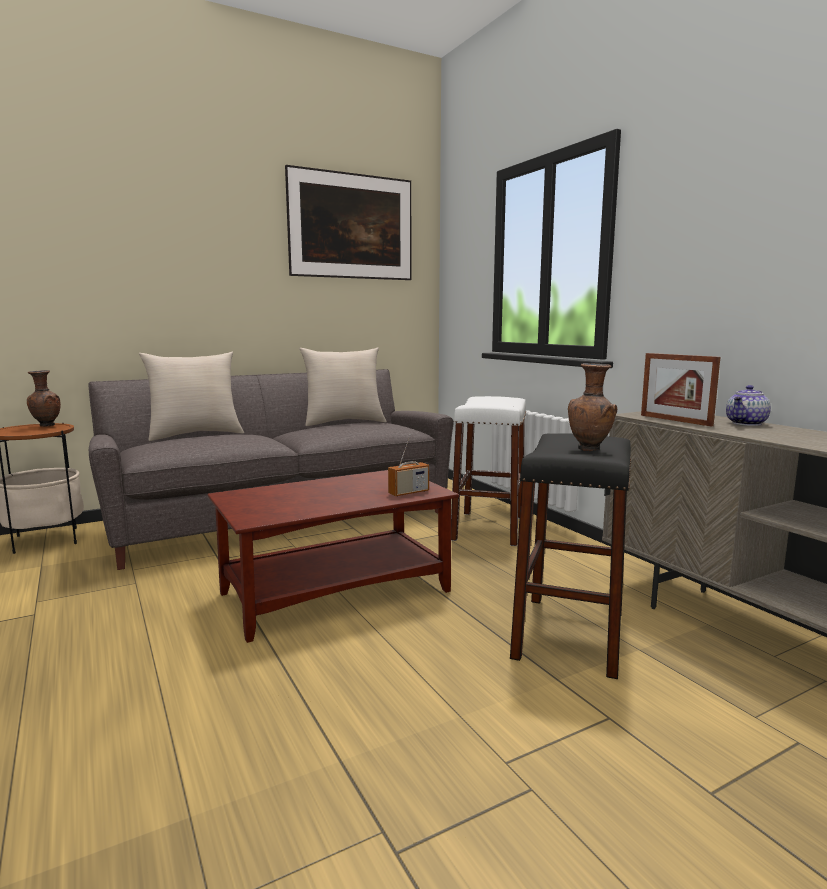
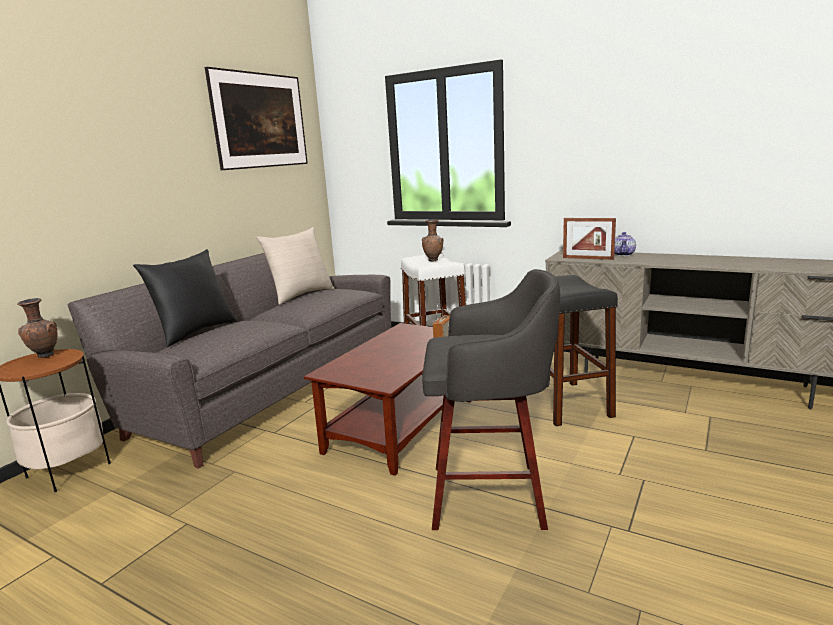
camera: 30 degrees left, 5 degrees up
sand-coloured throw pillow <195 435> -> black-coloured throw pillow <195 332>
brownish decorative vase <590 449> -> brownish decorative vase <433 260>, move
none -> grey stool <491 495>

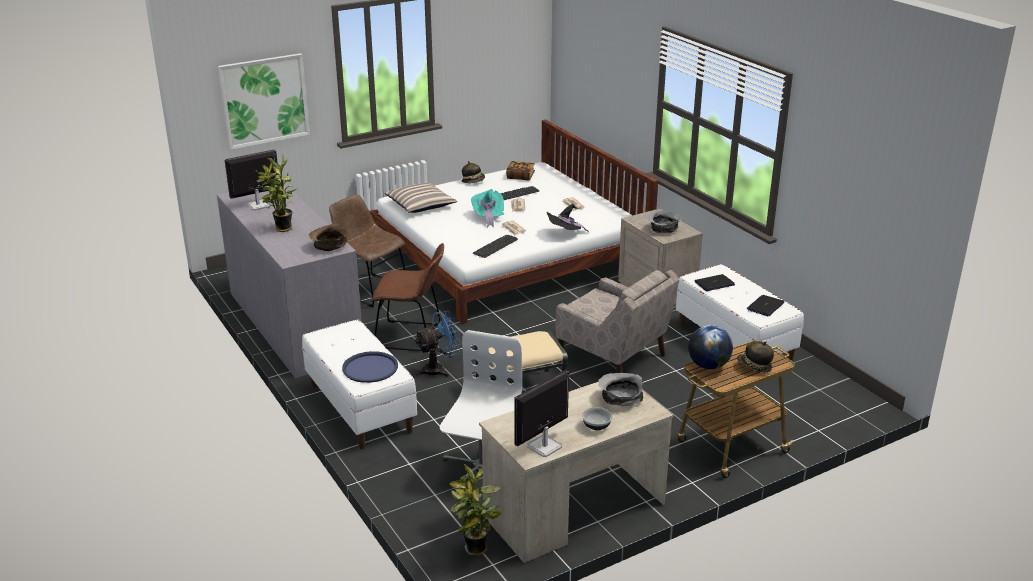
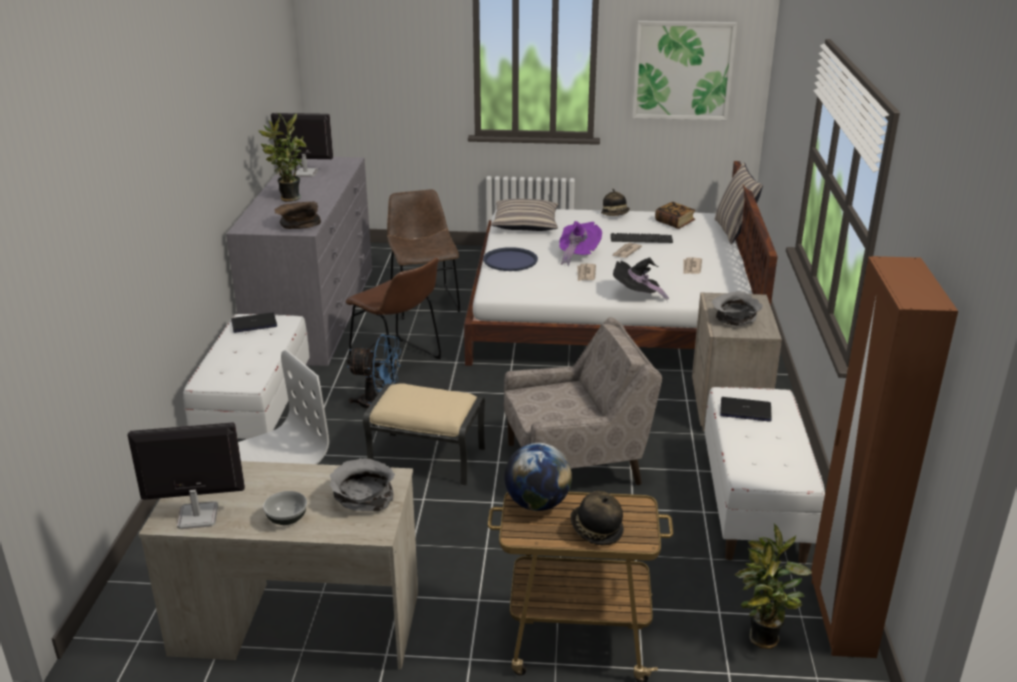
camera: 35 degrees right, 0 degrees up
notebook computer <765 306> -> notebook computer <254 323>, move
bluish carrying tray <370 368> -> bluish carrying tray <510 260>, move
sand-coloured easy chair <612 358> -> sand-coloured easy chair <575 463>, 90 degrees counterclockwise
turquoise-coloured clothing hat <488 217> -> purple clothing hat <577 255>
wall art <264 100> -> wall art <683 70>, move
none -> throw pillow <734 231>
potted plant <476 550> -> potted plant <762 641>, move
none -> brownish armoire <840 618>
keyboard <495 246> -> none

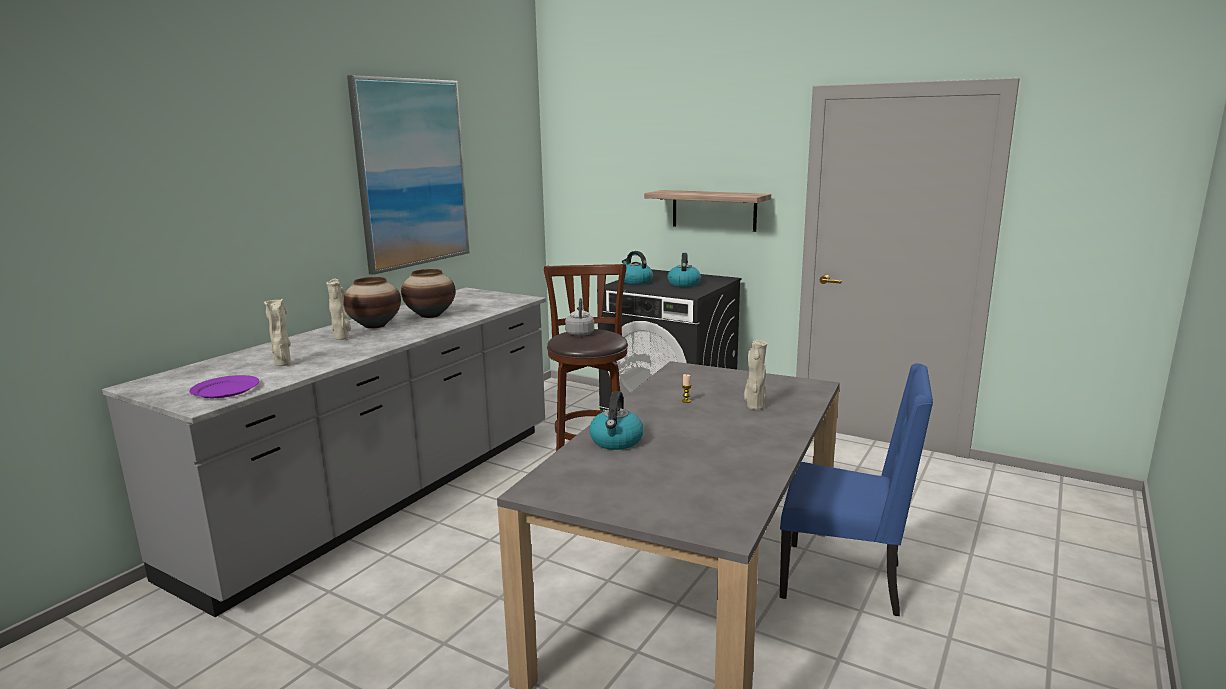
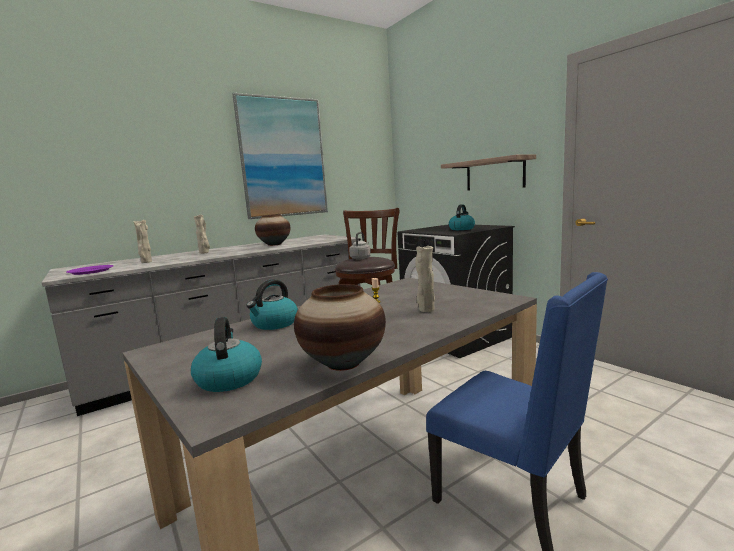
camera: 25 degrees right, 5 degrees down
tea kettle <635 282> -> tea kettle <228 378>, move
decorative vase <374 326> -> decorative vase <343 363>, move

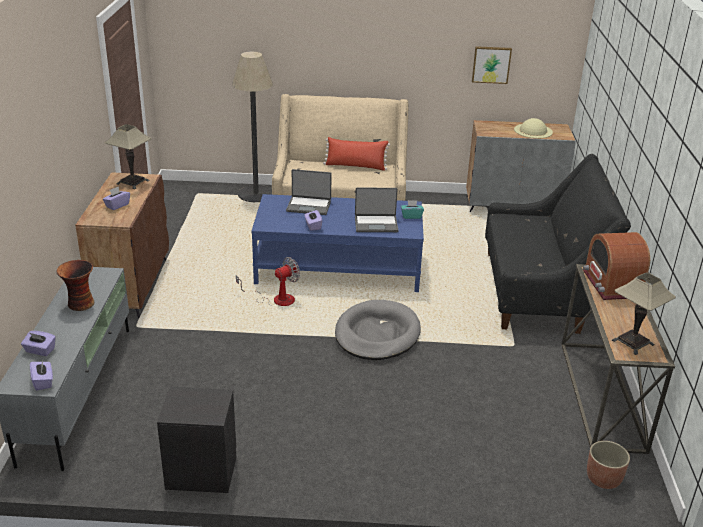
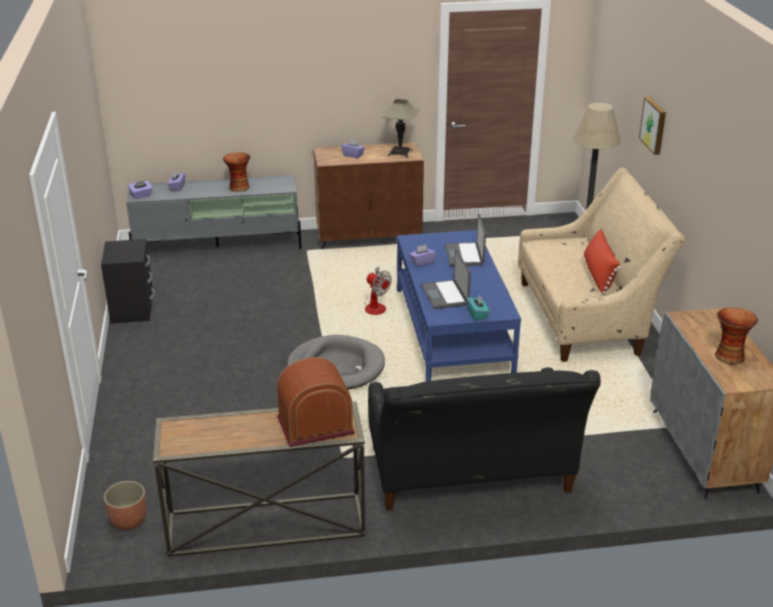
camera: 80 degrees right, 0 degrees up
wall art <491 64> -> wall art <654 125>, move
sand-coloured clothing hat <533 131> -> decorative vase <729 356>
tabletop lamp <632 342> -> none

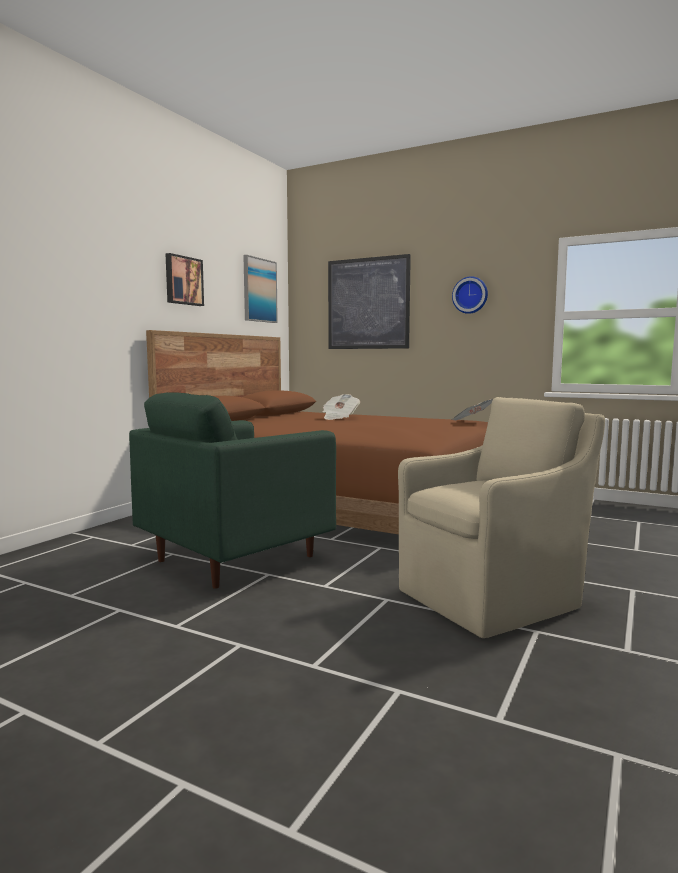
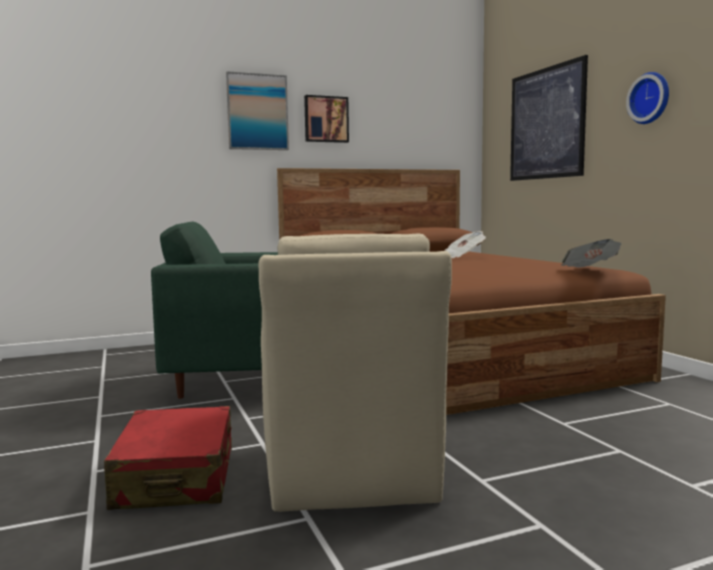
camera: 40 degrees right, 0 degrees up
none -> red-coloured piece of luggage <176 477>
wall art <259 290> -> wall art <257 112>, move
sand-coloured easy chair <492 598> -> sand-coloured easy chair <351 474>, 75 degrees clockwise

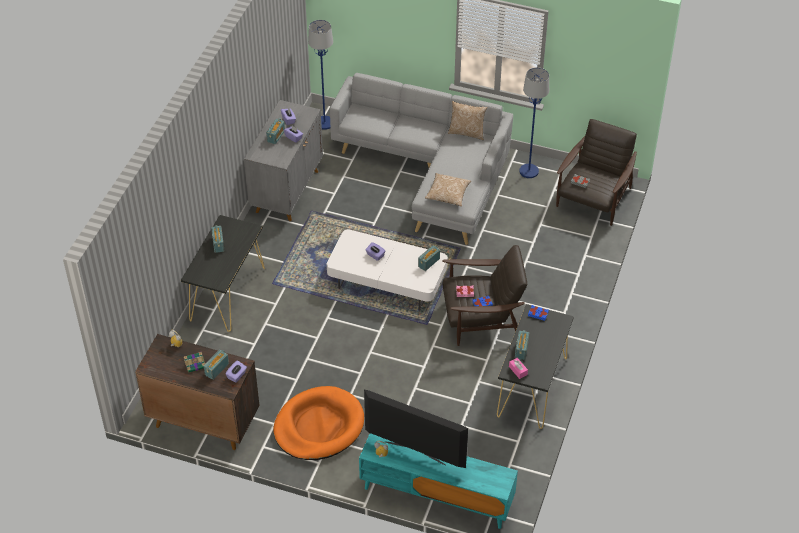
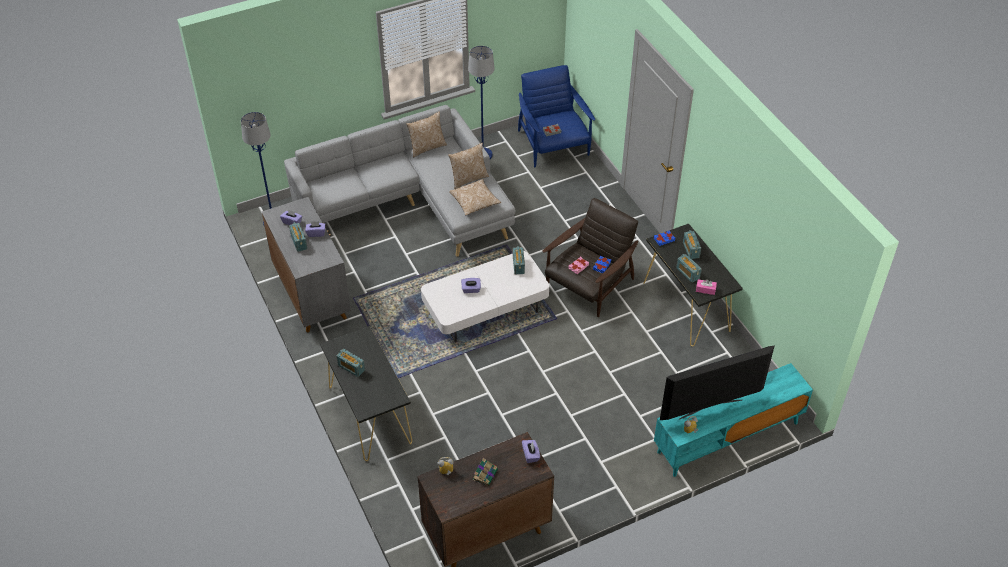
camera: 45 degrees left, 0 degrees up
none -> throw pillow <468 179>
brownish easy chair <593 199> -> bluish easy chair <553 145>
radio receiver <216 369> -> radio receiver <690 250>, move
orange-coloured dog cushion <319 426> -> none

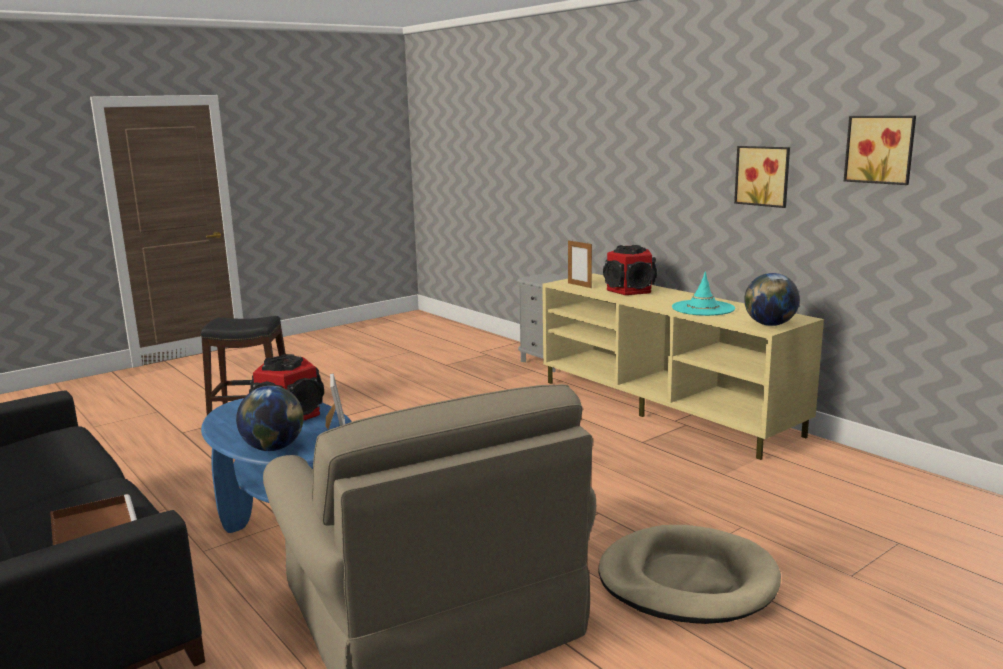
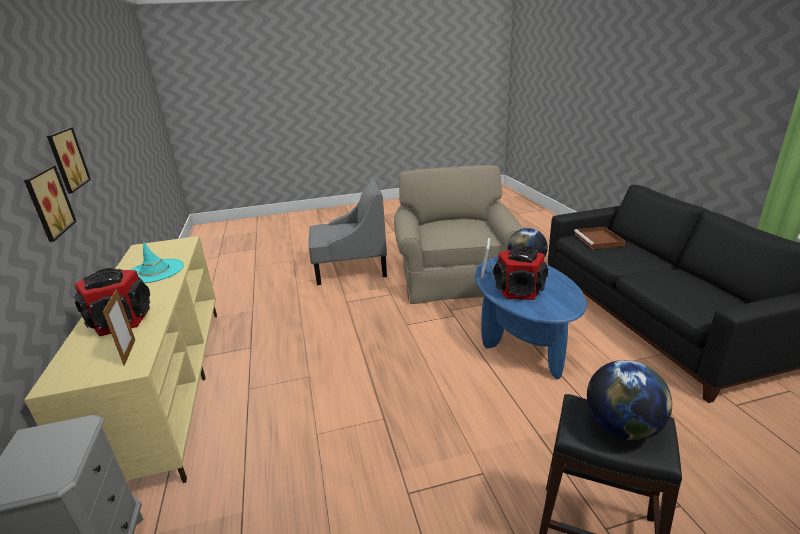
camera: 155 degrees left, 10 degrees up
wall art <880 149> -> wall art <47 203>, move
sand-coloured dog cushion <687 581> -> grey easy chair <350 268>
globe <770 325> -> globe <622 428>, move

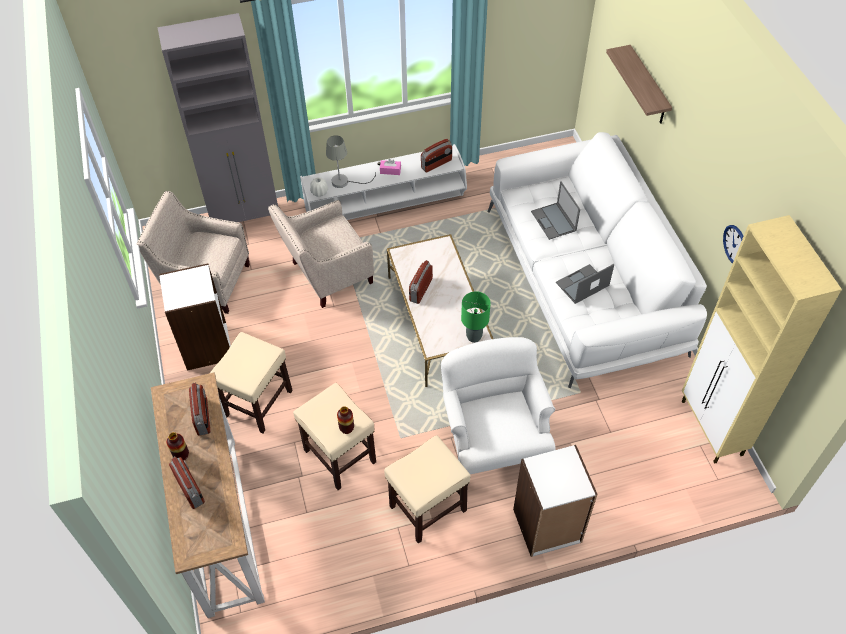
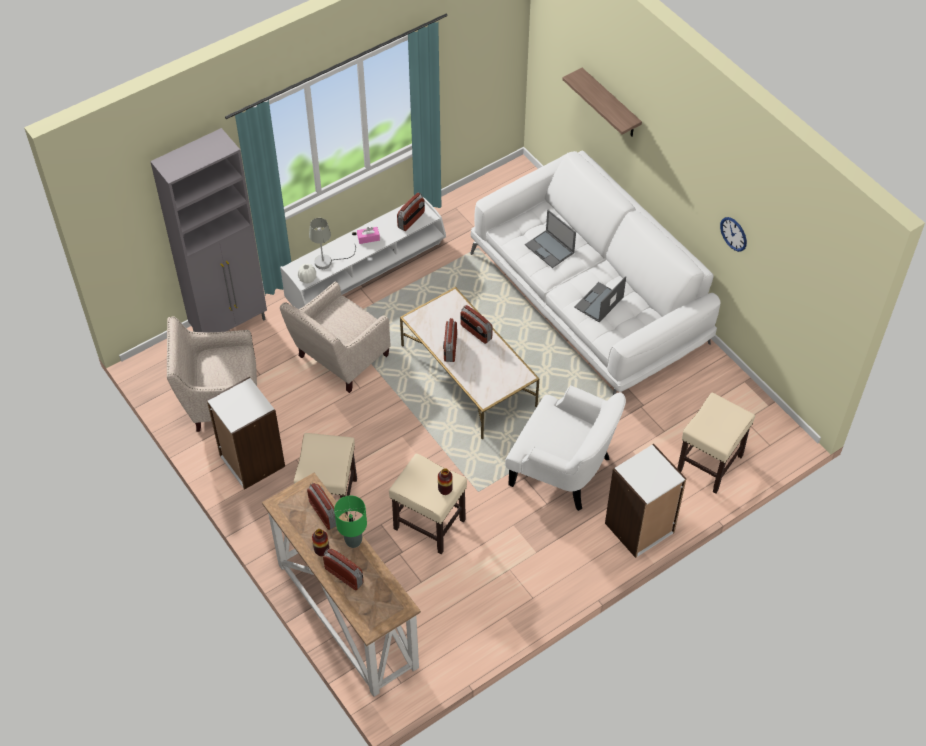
camera: 20 degrees left, 0 degrees up
green tabletop lamp <473 337> -> green tabletop lamp <353 541>, move
none -> radio receiver <476 332>
white-coloured easy chair <493 441> -> white-coloured easy chair <563 470>, 150 degrees clockwise
sand-coloured stool <427 509> -> sand-coloured stool <709 464>, move
sand-coloured cupboard <712 429> -> none

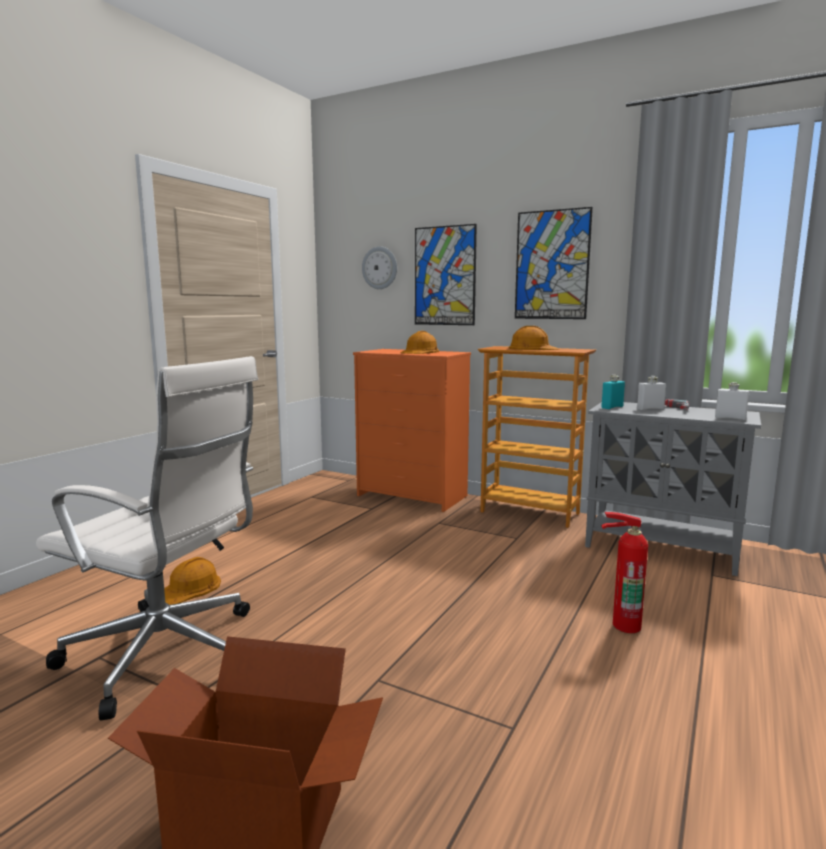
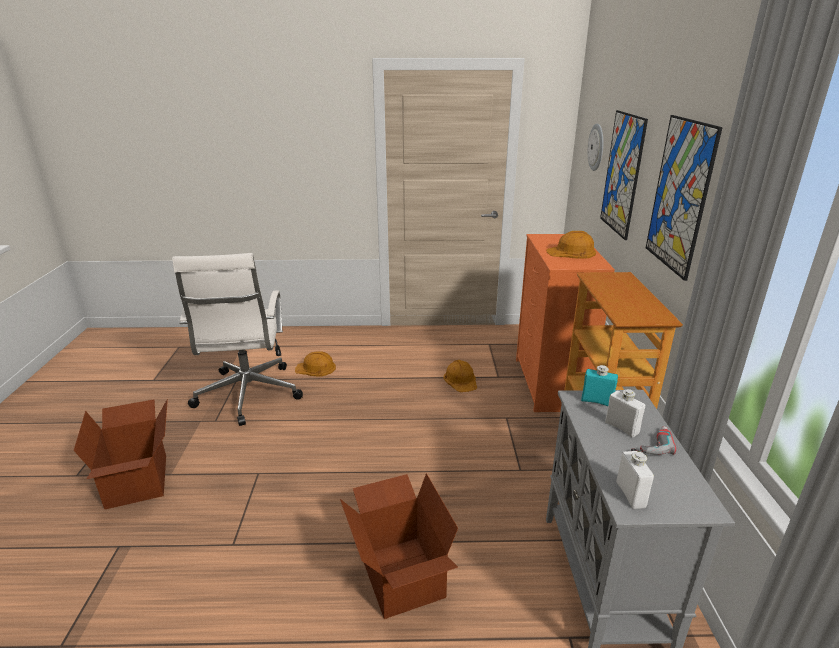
camera: 60 degrees right, 15 degrees up
fire-fighting cylinder <623 624> -> carton <400 576>
orange-coloured hard hat <533 348> -> orange-coloured hard hat <461 380>, move

